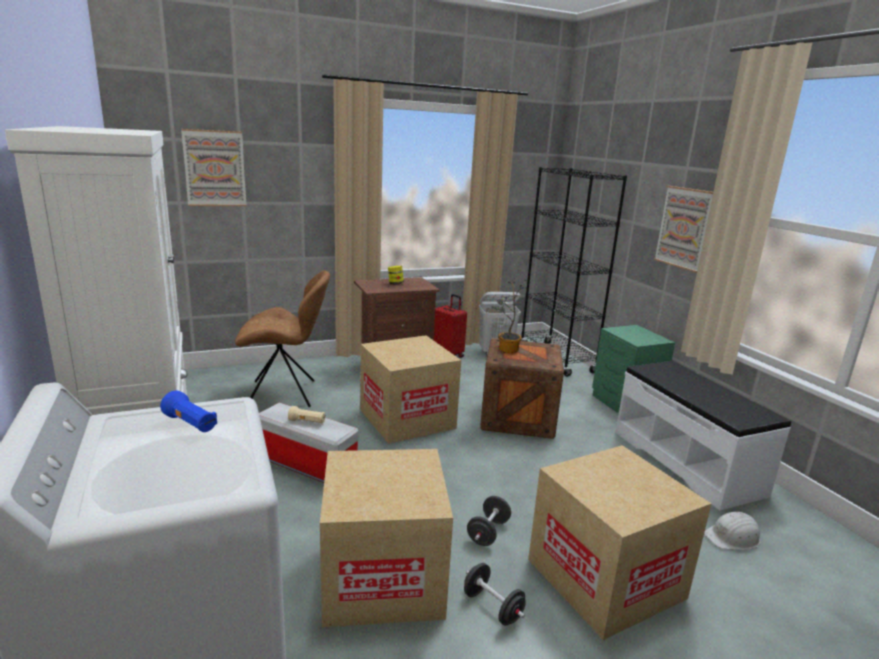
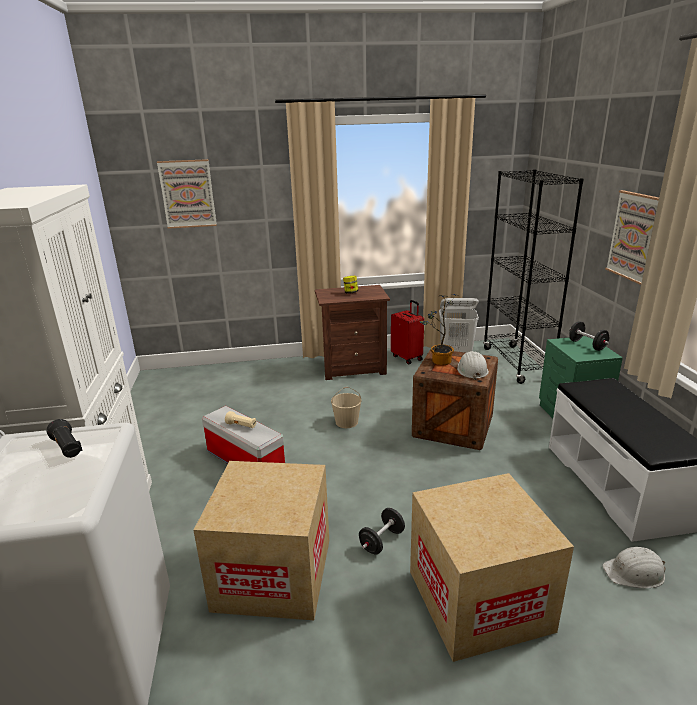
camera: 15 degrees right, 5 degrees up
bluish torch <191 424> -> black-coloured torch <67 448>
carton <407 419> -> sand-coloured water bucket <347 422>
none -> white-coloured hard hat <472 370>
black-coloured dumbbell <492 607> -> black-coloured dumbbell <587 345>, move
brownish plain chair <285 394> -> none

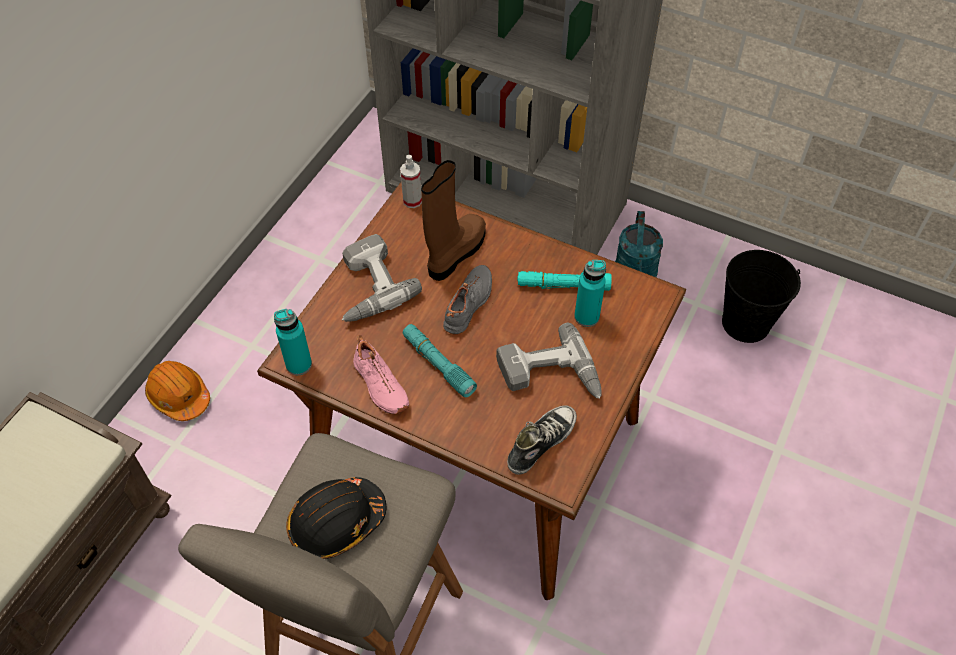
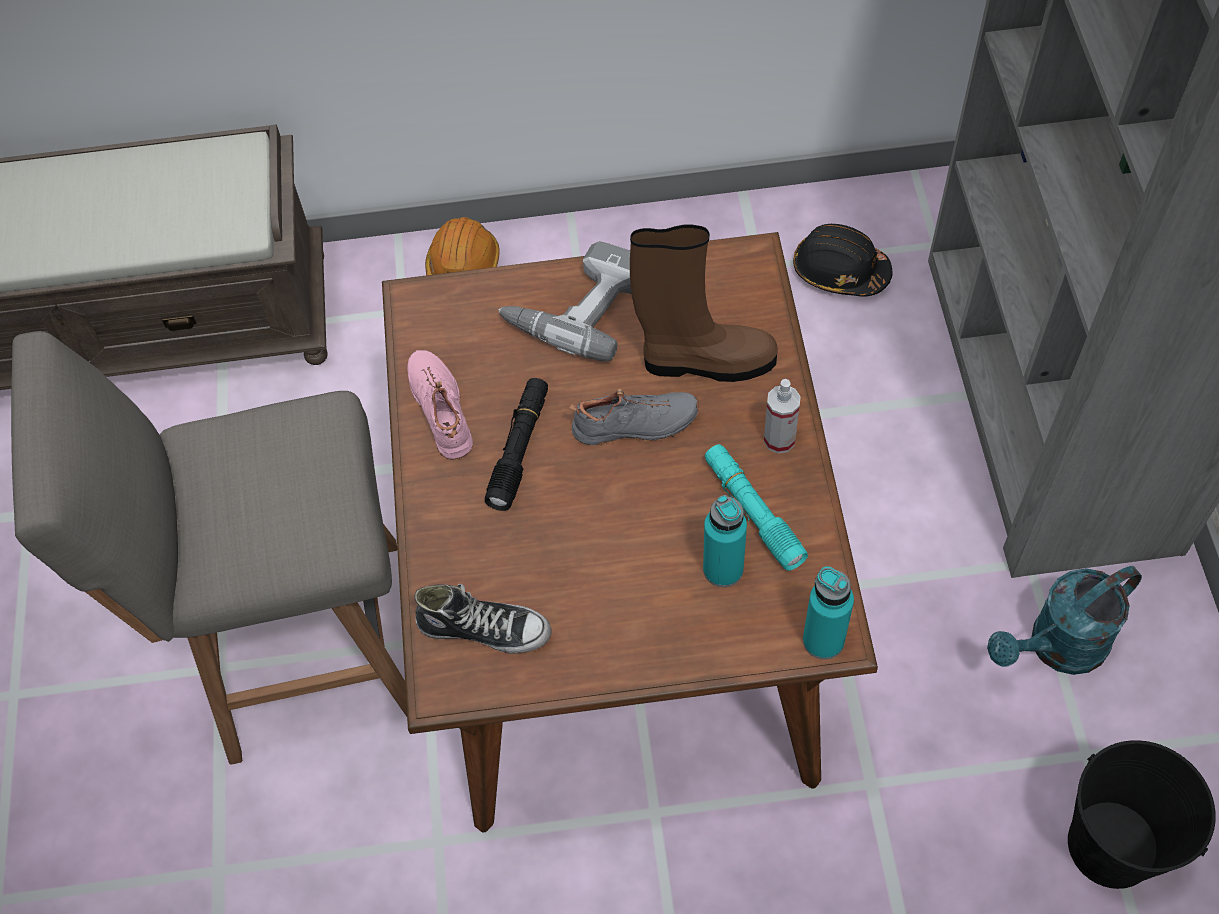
camera: 60 degrees right, 5 degrees up
pink-coloured low shoe <379 386> -> pink-coloured low shoe <443 409>, 135 degrees clockwise
turquoise-coloured torch <438 364> -> black-coloured torch <519 449>
spray bottle <412 201> -> spray bottle <779 439>, move
black-coloured hard hat <336 522> -> black-coloured hard hat <840 271>, move
turquoise-coloured bottle <299 364> -> turquoise-coloured bottle <823 640>, move
power drill <549 377> -> none

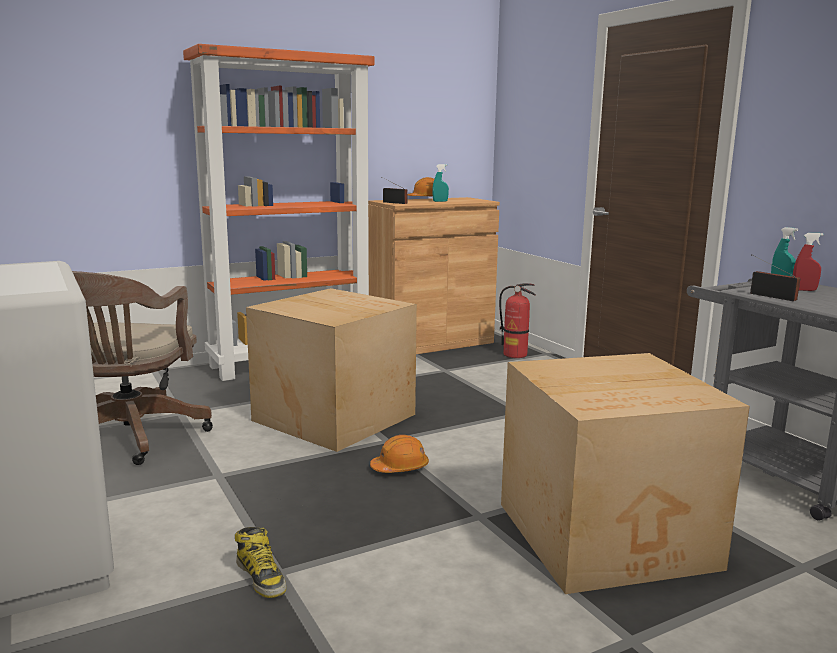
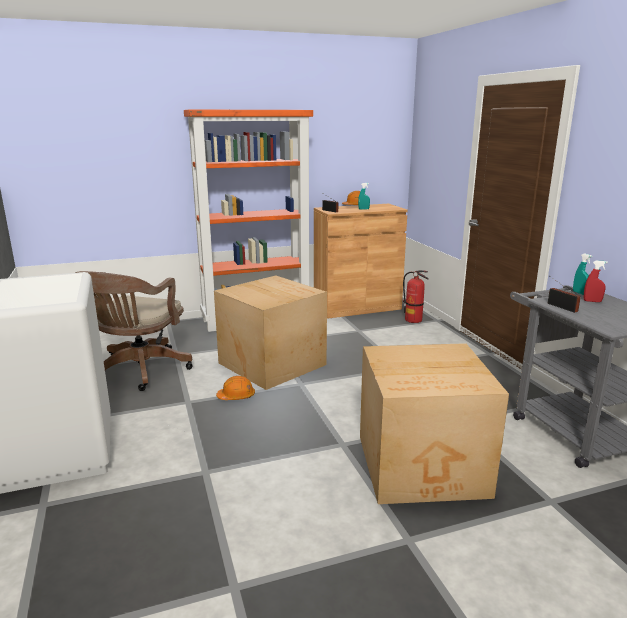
camera: 10 degrees right, 5 degrees up
orange-coloured hard hat <400 467> -> orange-coloured hard hat <236 396>, move
high-top boot <261 577> -> none

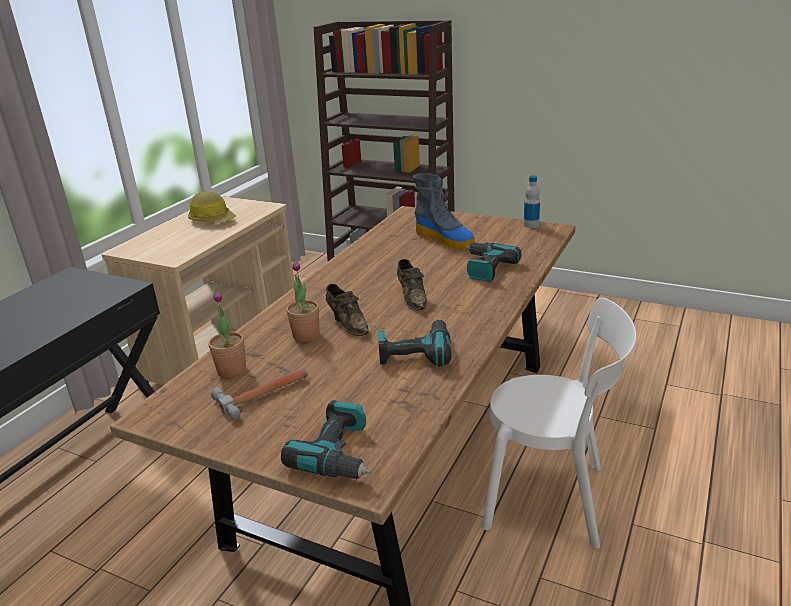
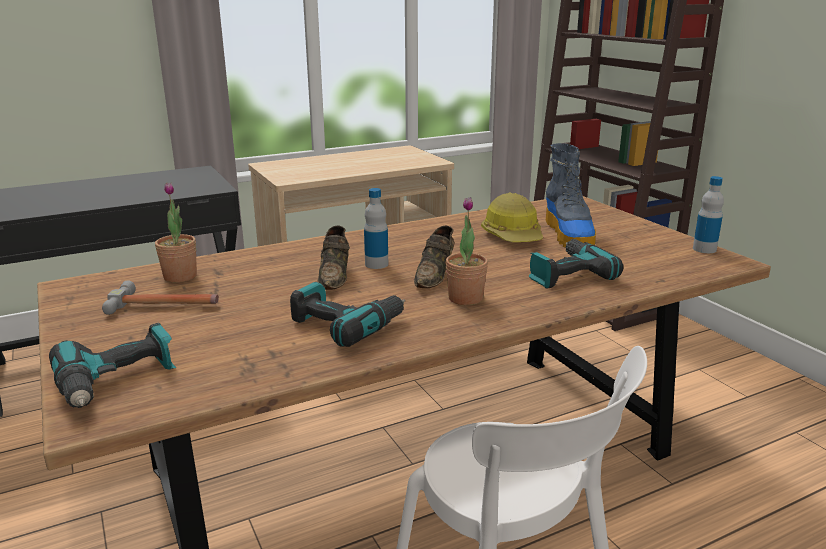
camera: 35 degrees right, 5 degrees down
none -> bottle <376 264>
potted plant <306 335> -> potted plant <465 298>, move
hard hat <213 219> -> hard hat <513 236>, move

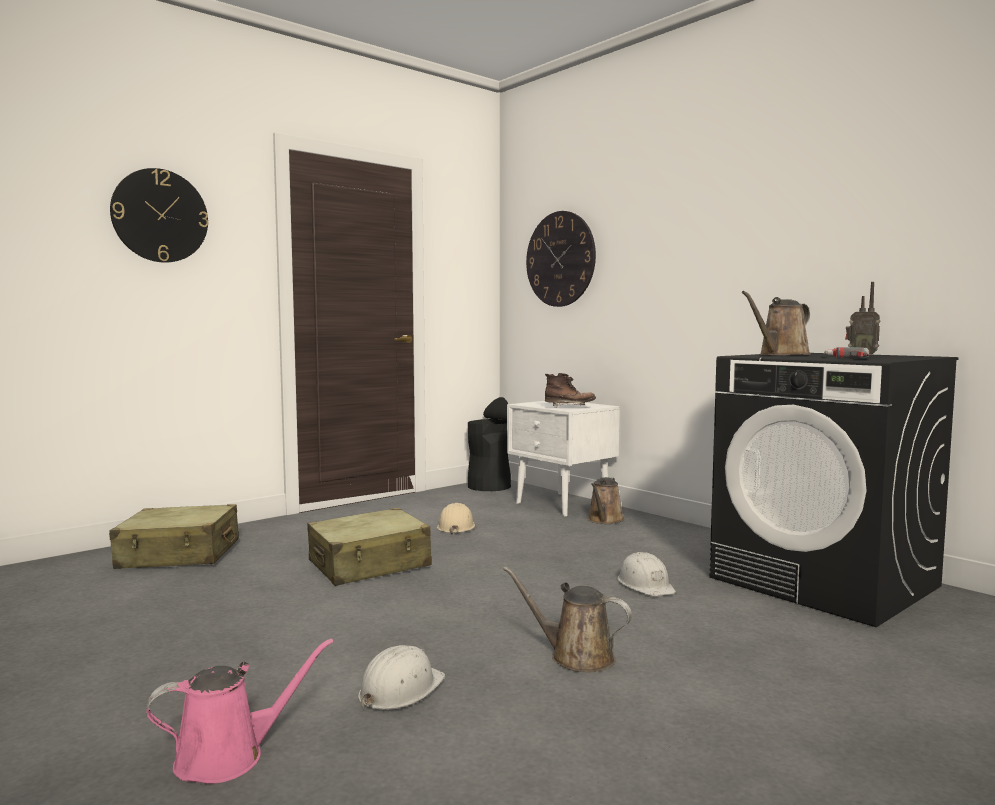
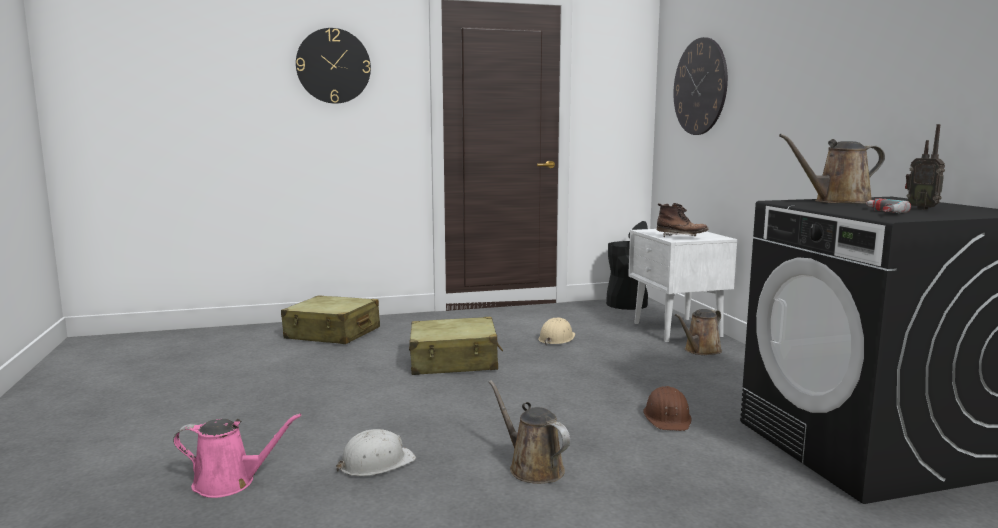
camera: 25 degrees right, 5 degrees up
white-coloured hard hat <645 585> -> brownish hard hat <667 418>

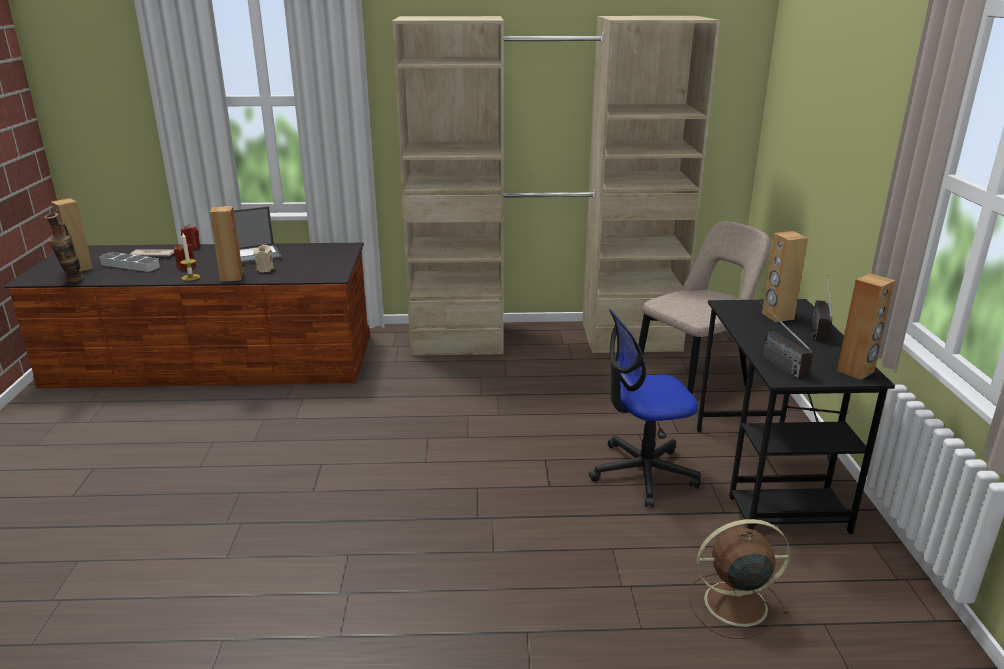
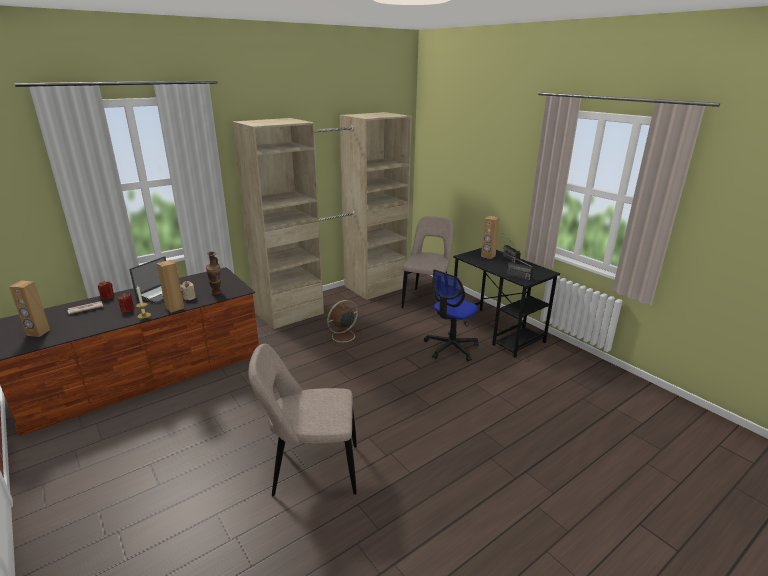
camera: 35 degrees left, 0 degrees up
decorative vase <72 281> -> decorative vase <217 294>, move
none -> sand-coloured plain chair <311 470>
brownish electric fan <732 604> -> brownish electric fan <342 336>, move
grey carrying tray <130 265> -> none
brownish loudspeaker <856 371> -> none

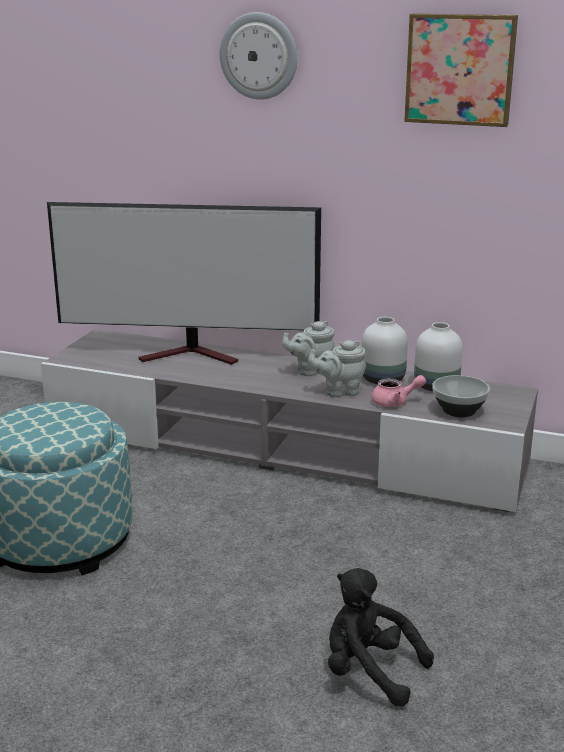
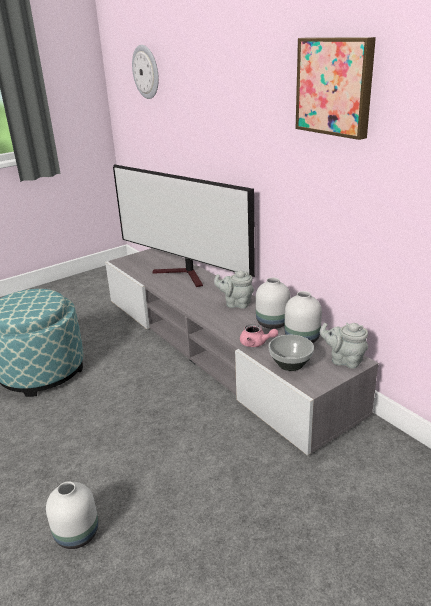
camera: 35 degrees right, 5 degrees up
black-coloured soft toy <369 671> -> white-coloured decorative vase <78 533>
hanging clock <259 56> -> hanging clock <146 72>, move
grey tea pot <339 391> -> grey tea pot <344 360>, move

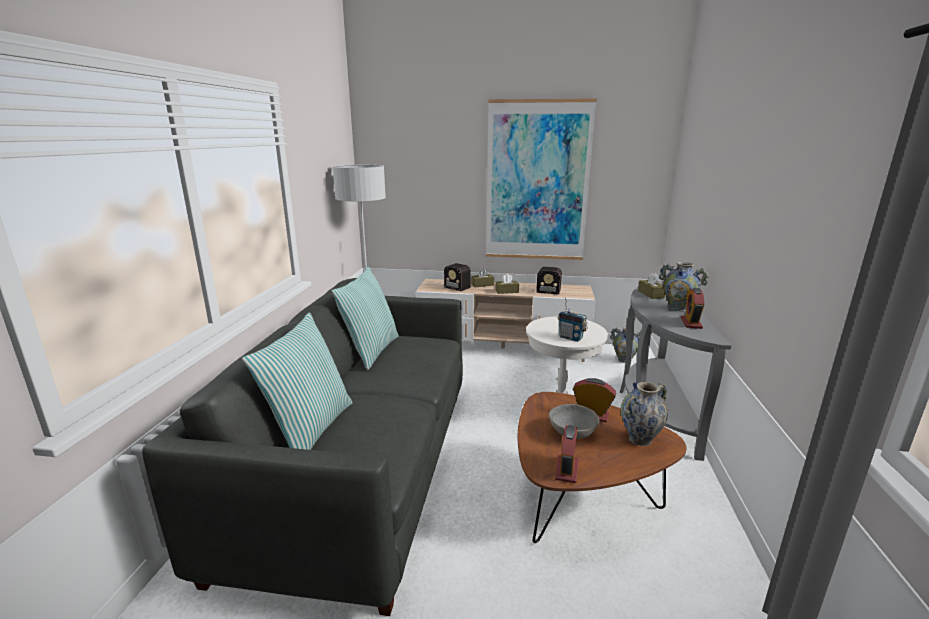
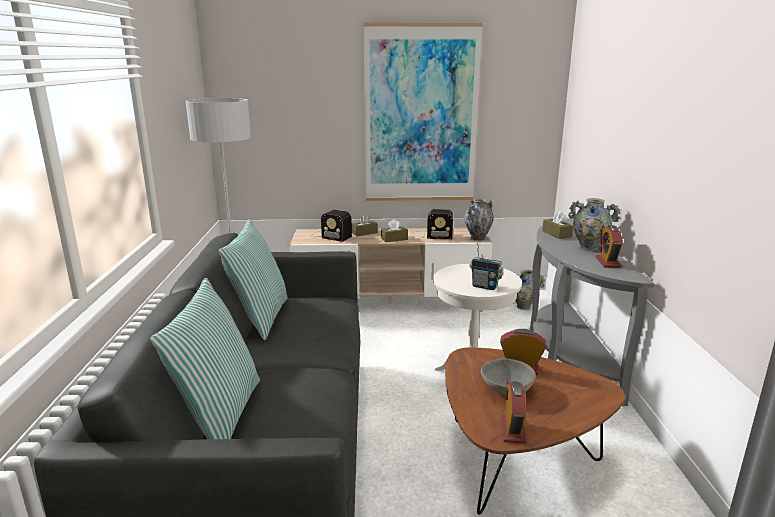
camera: 10 degrees left, 0 degrees up
decorative vase <639 439> -> decorative vase <477 238>, move

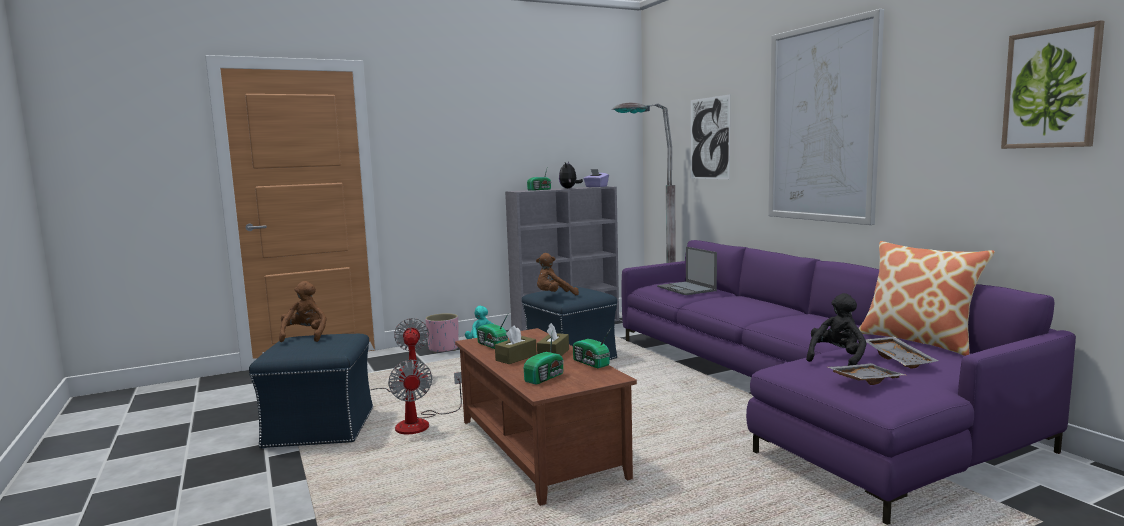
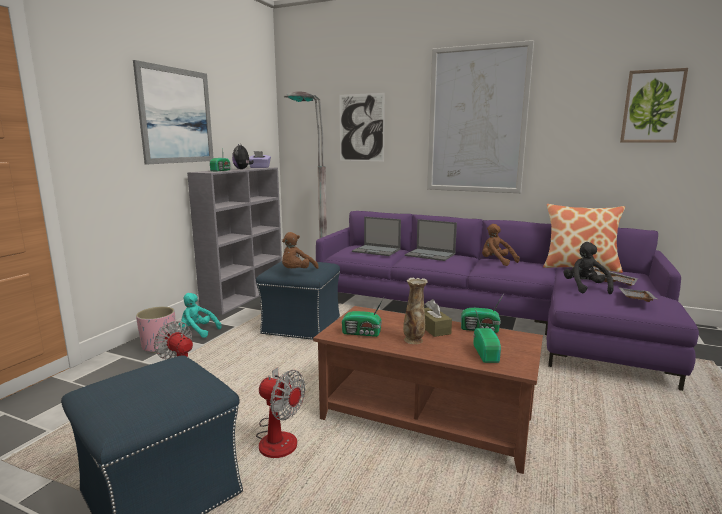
camera: 40 degrees left, 5 degrees up
none -> wall art <176 116>
brownish tissue box <516 357> -> decorative vase <414 340>
none -> notebook computer <430 255>
brownish soft toy <305 336> -> brownish soft toy <496 262>, move

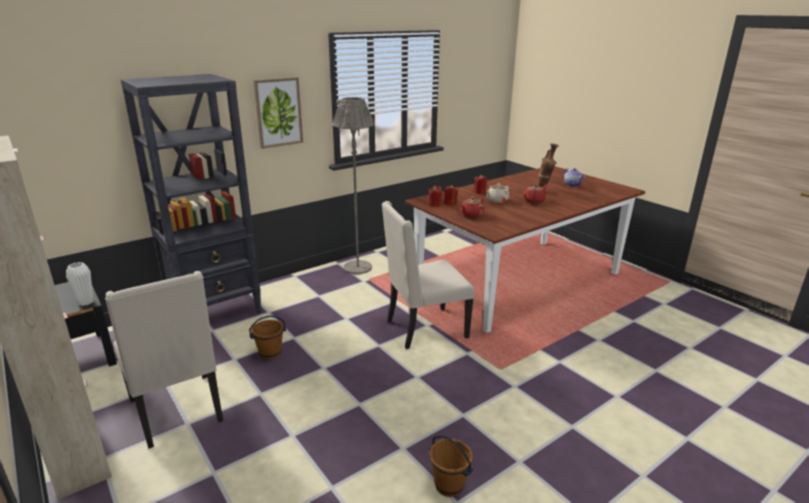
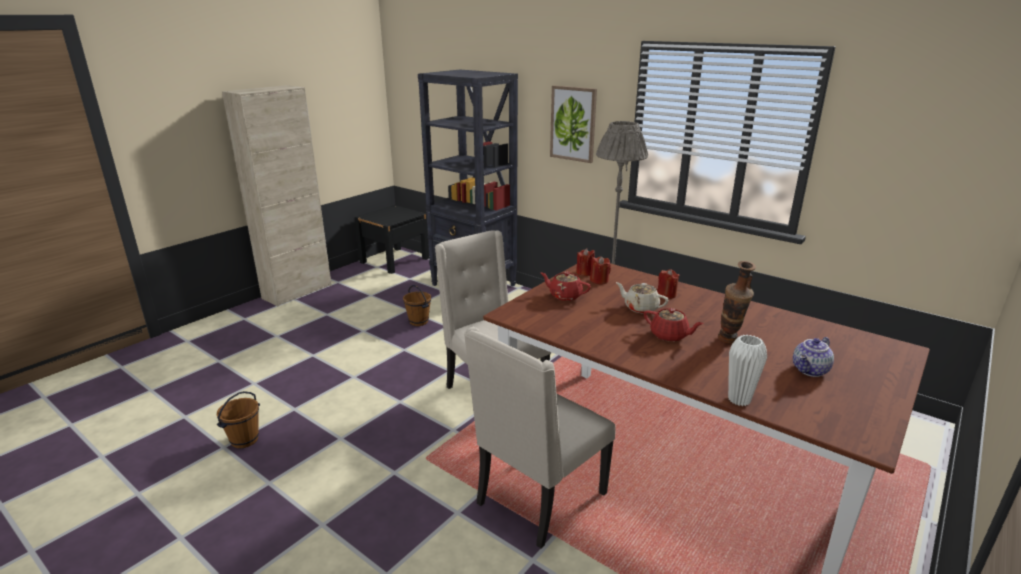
camera: 75 degrees right, 0 degrees up
sand-coloured plain chair <178 411> -> sand-coloured plain chair <538 499>, move
white-coloured decorative vase <86 302> -> white-coloured decorative vase <739 400>, move

